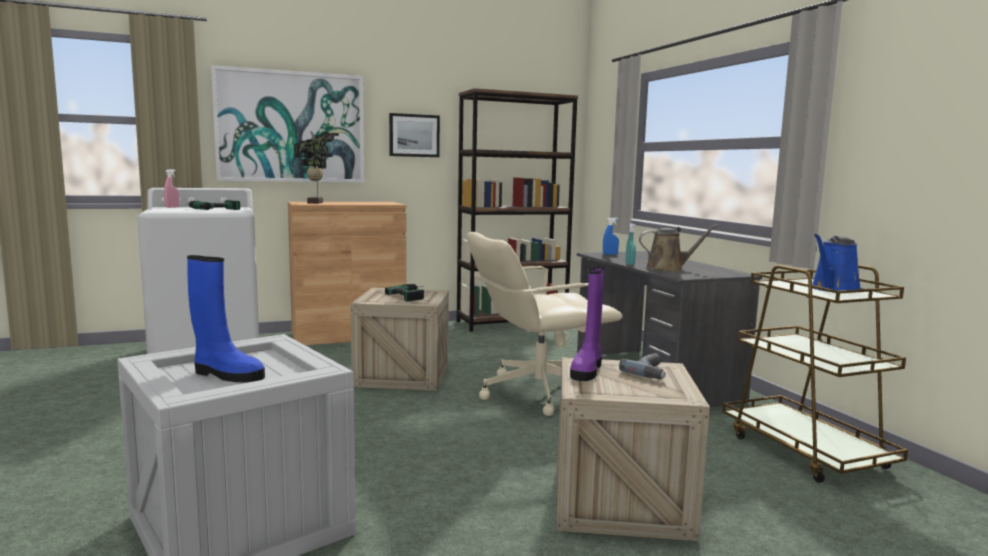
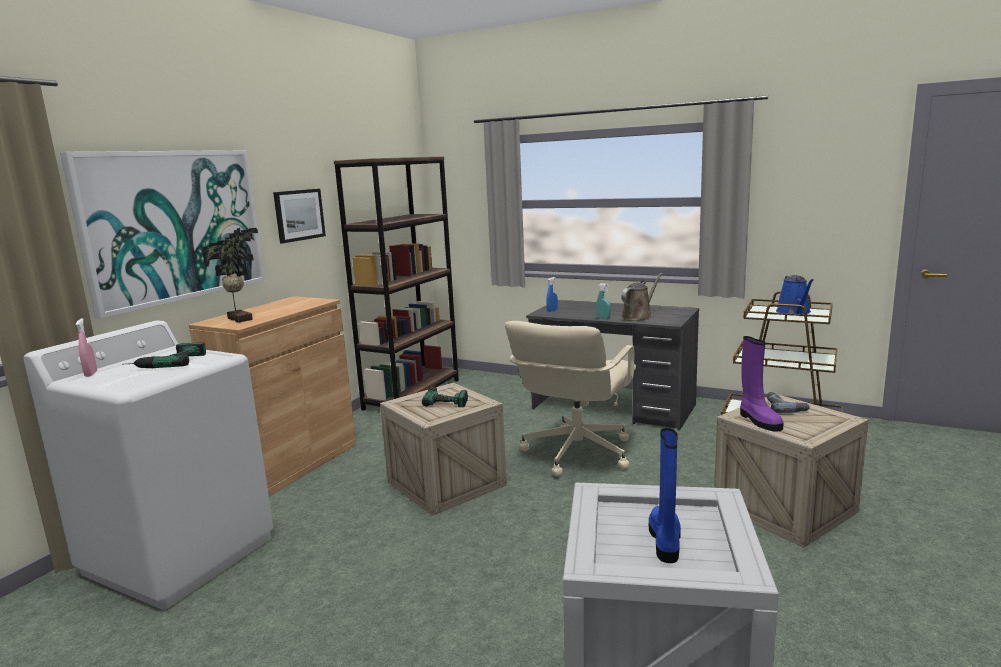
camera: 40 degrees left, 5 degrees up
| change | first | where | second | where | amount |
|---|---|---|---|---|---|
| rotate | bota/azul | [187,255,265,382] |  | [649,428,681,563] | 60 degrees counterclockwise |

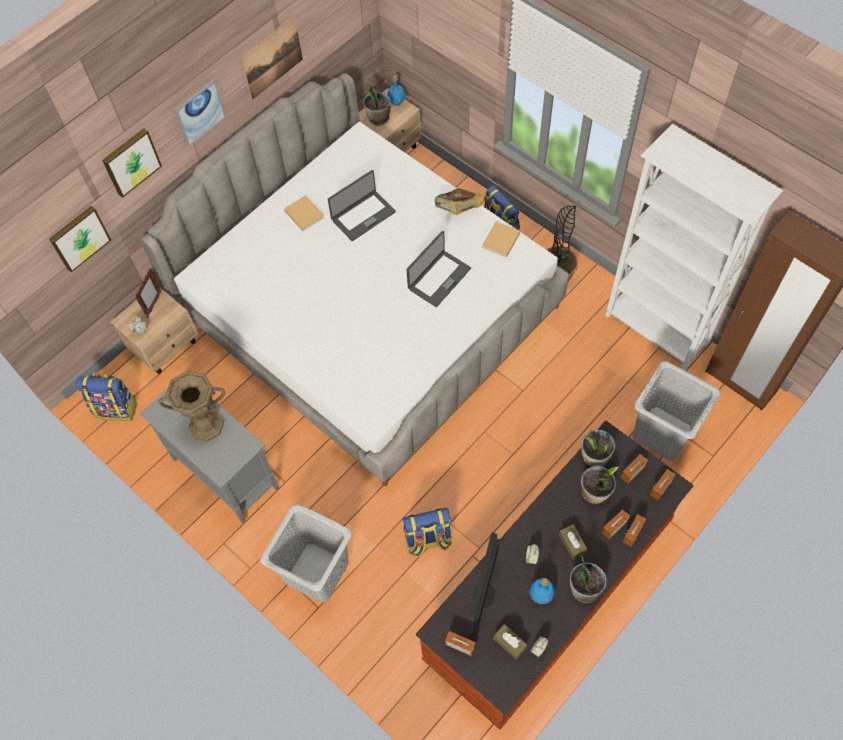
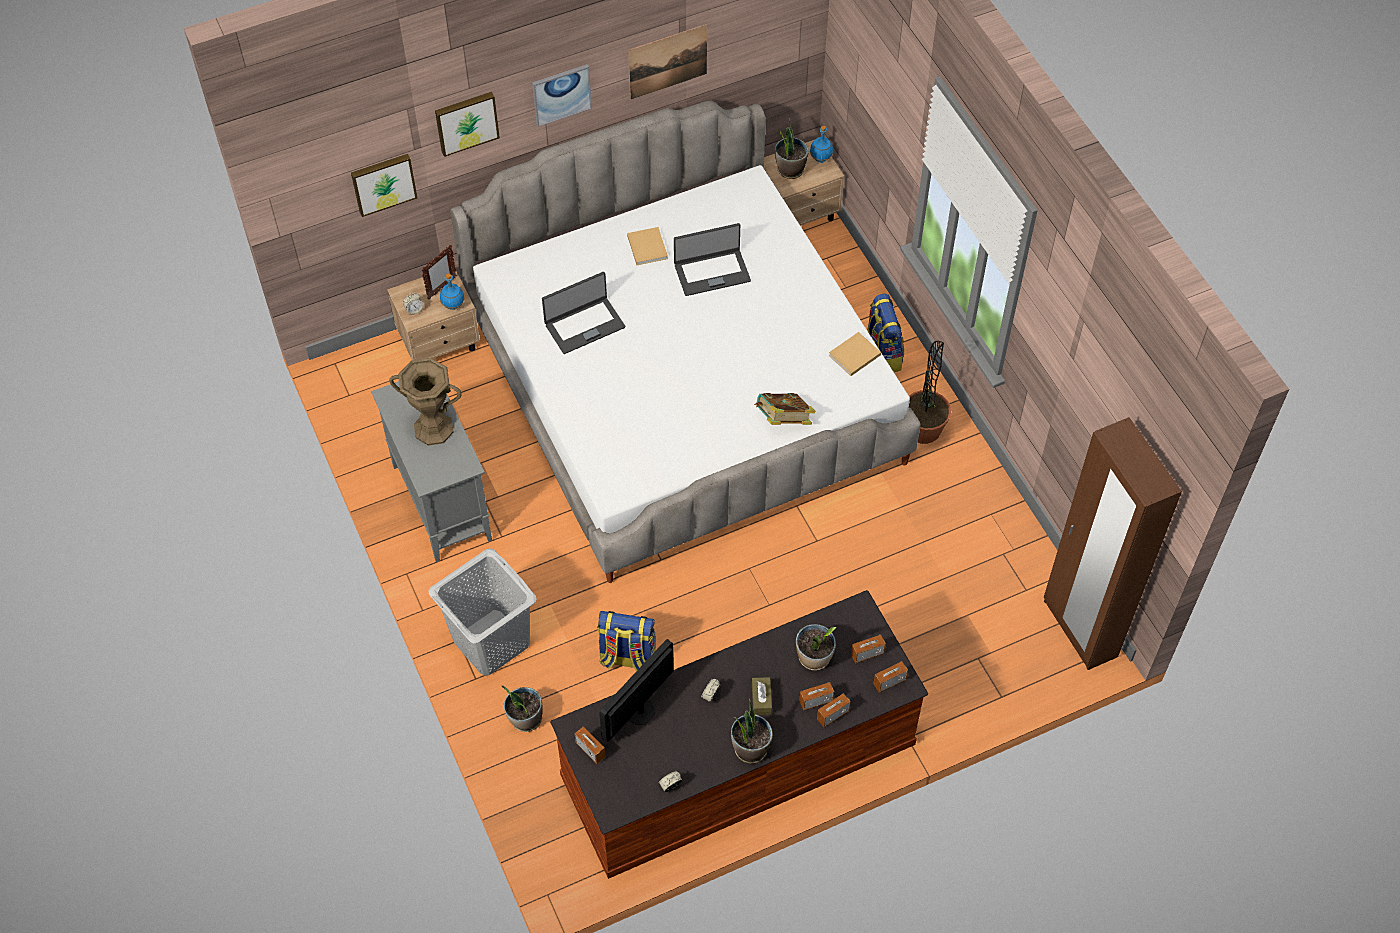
camera: 20 degrees right, 5 degrees down
| change | first | where | second | where | amount |
|---|---|---|---|---|---|
| delete | mochila | [76,373,137,421] |  |  |  |
| delete | caja de pañuelos/marrón | [493,624,527,660] |  |  |  |
| delete | estantería/blanco | [605,124,783,371] |  |  |  |
| delete | cesto de la ropa/gris | [633,361,720,460] |  |  |  |
| move | portátil | [406,231,471,307] |  | [542,272,625,354] |  |
| move | libro | [435,188,482,215] |  | [754,393,815,425] |  |
| move | botella/azul | [529,578,555,604] |  | [440,273,464,310] |  |
| move | planta en maceta | [581,430,615,467] |  | [502,685,543,732] |  |

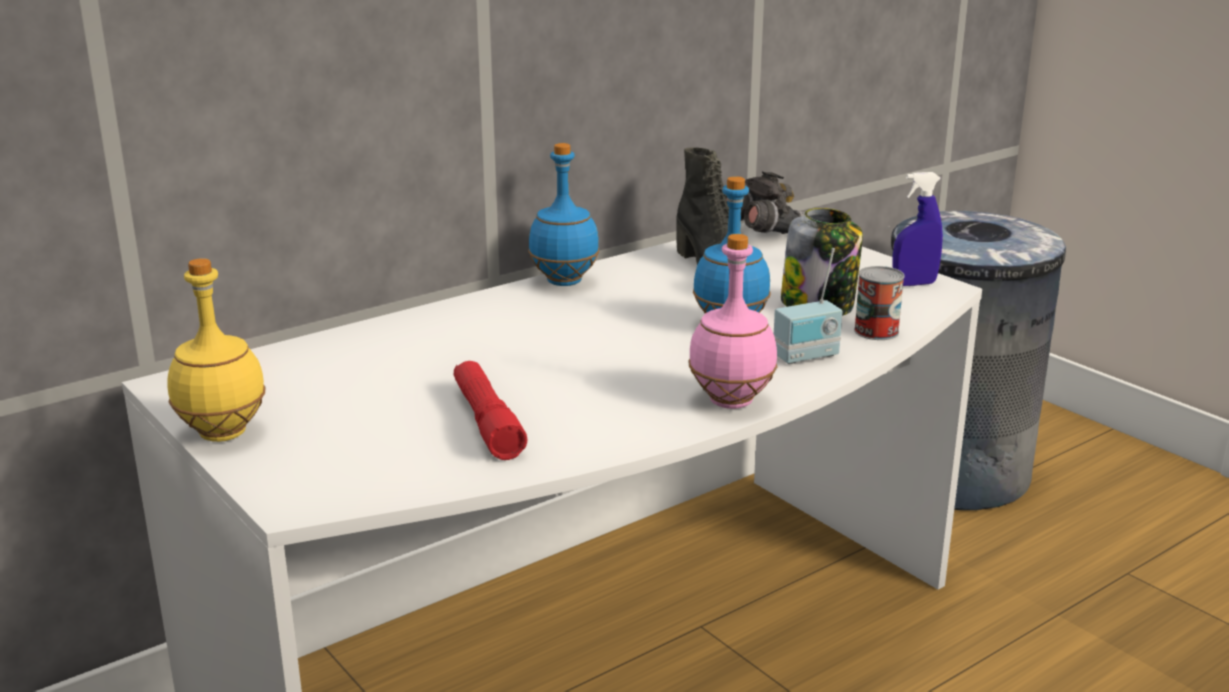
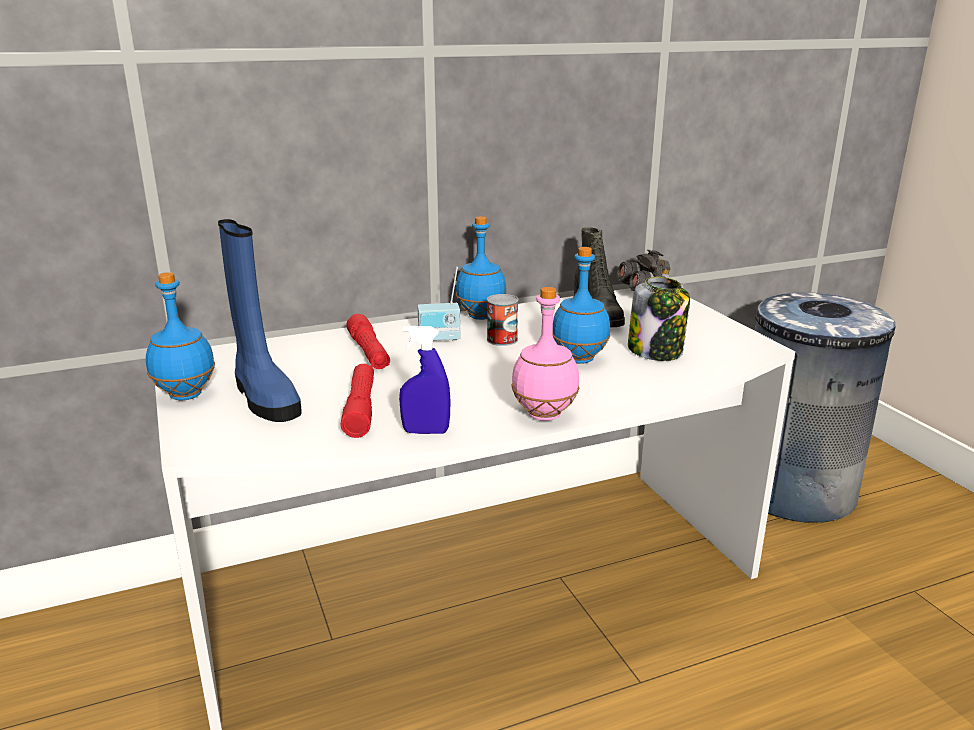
camera: 15 degrees right, 0 degrees up
| change | first | where | second | where | amount |
|---|---|---|---|---|---|
| insert |  |  | bota/azul | [218,219,302,422] |  |
| insert |  |  | linterna/rojo | [346,314,390,369] |  |
| move | radio | [774,248,843,364] |  | [418,267,460,341] |  |
| move | lata | [854,266,905,340] |  | [487,294,519,346] |  |
| move | pulverizador/azul | [892,172,943,286] |  | [399,326,450,434] |  |
| recolor | botella/amarillo | [167,258,266,442] | botella/azul | [146,272,215,400] |  |

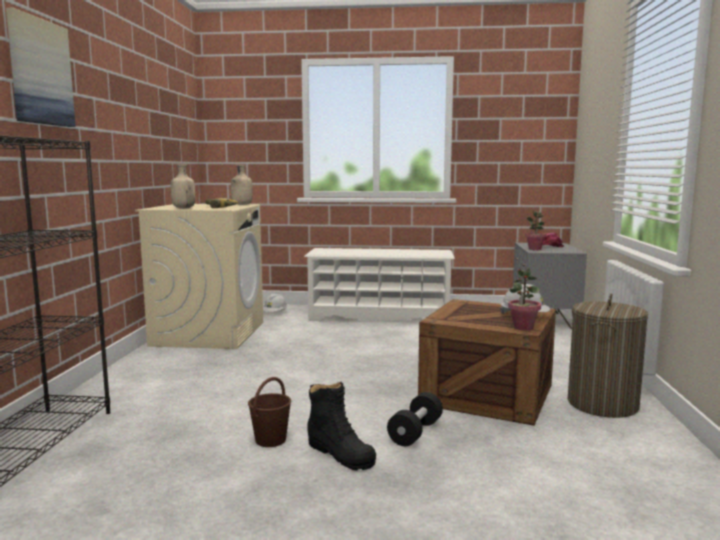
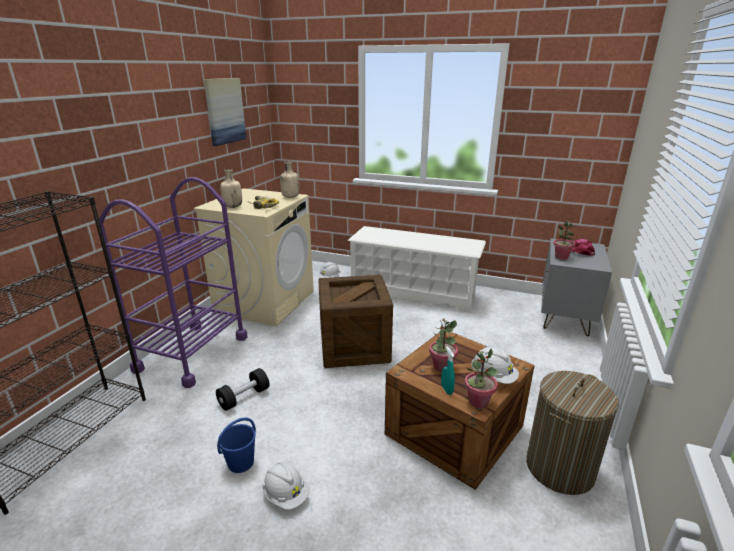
camera: 15 degrees right, 15 degrees up
| change | first | where | second | where | amount |
|---|---|---|---|---|---|
| insert |  |  | carrito/morado | [99,177,248,388] |  |
| insert |  |  | caja de embalaje | [318,275,393,368] |  |
| insert |  |  | planta en maceta | [429,318,458,372] |  |
| insert |  |  | pulverizador/turquesa | [441,347,455,395] |  |
| move | cuadro | [6,8,76,127] |  | [204,78,247,146] |  |
| move | mancuerna/negro | [387,392,443,446] |  | [216,368,270,411] |  |
| replace | bota/negro | [307,382,376,471] | casco/blanco | [262,463,309,510] |  |
| recolor | cubo/marrón | [248,377,291,447] | cubo/azul | [217,418,256,473] |  |

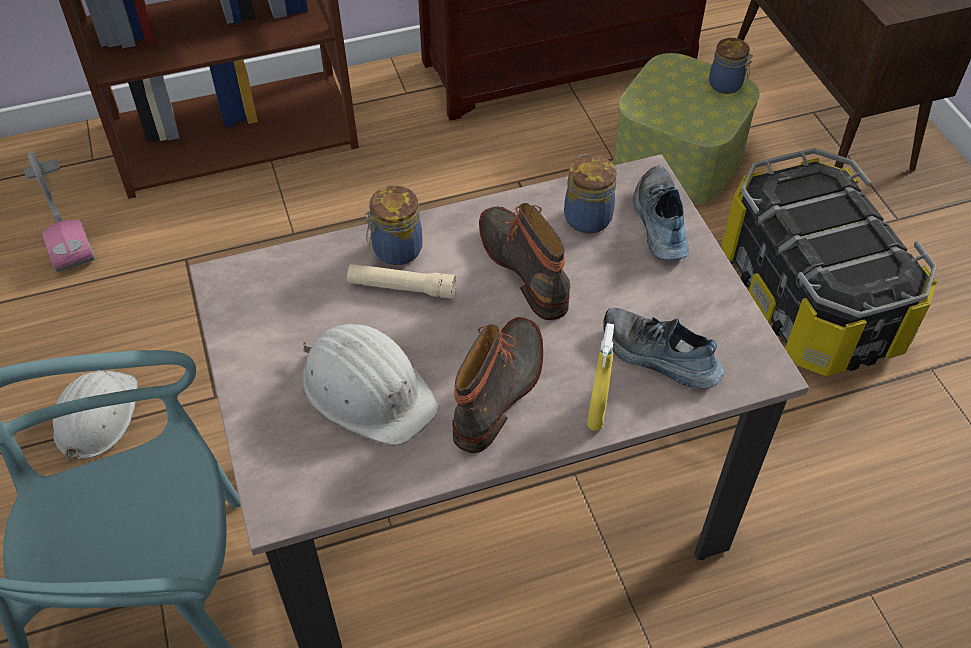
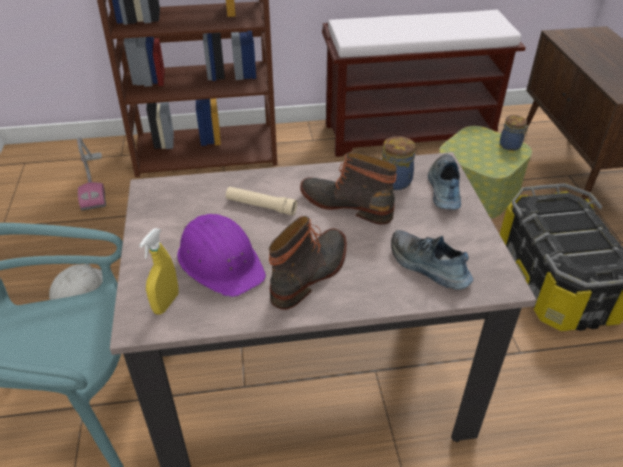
camera: 10 degrees right, 10 degrees down
| change | first | where | second | where | amount |
|---|---|---|---|---|---|
| delete | tarro | [365,186,422,265] |  |  |  |
| move | pulverizador/amarillo | [587,323,614,431] |  | [139,228,178,315] |  |
| recolor | casco/blanco | [302,324,439,446] | casco/morado | [177,214,266,297] |  |
| rotate | bota | [479,203,570,320] |  | [300,152,397,225] | 45 degrees counterclockwise |

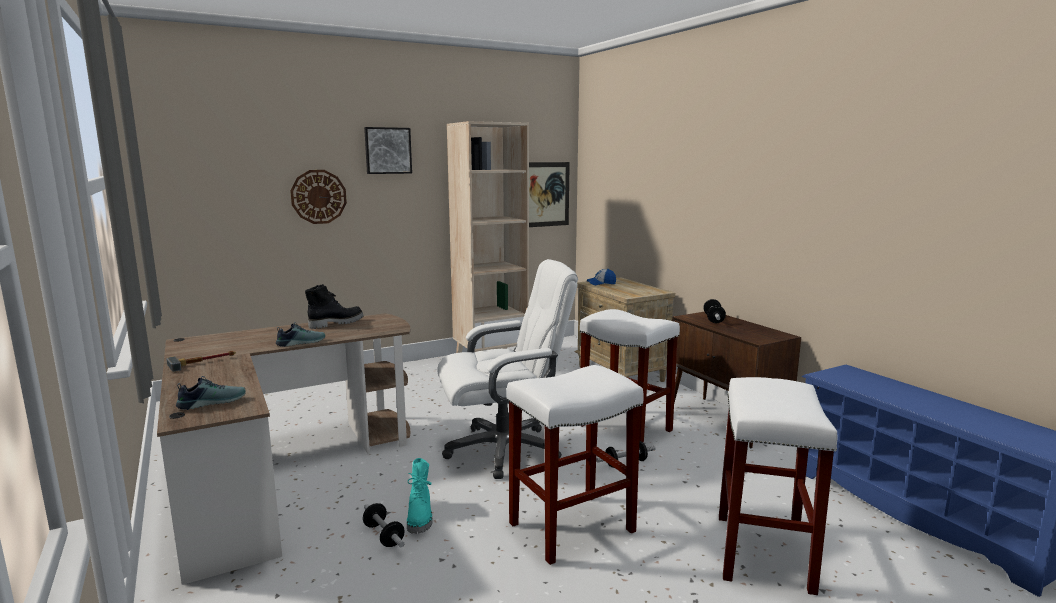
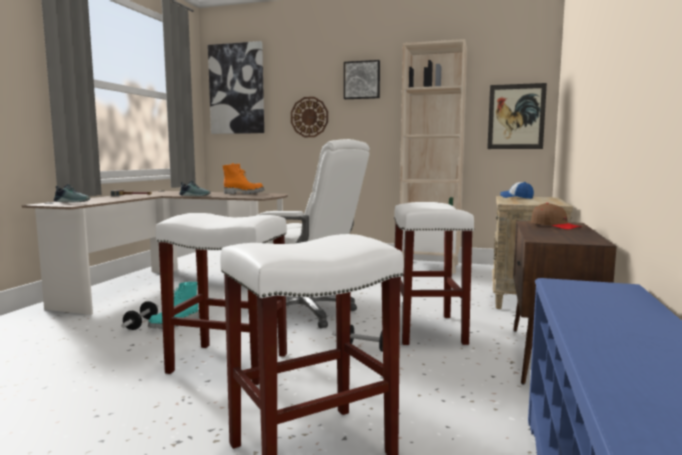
camera: 45 degrees right, 5 degrees down
| change | first | where | second | where | amount |
|---|---|---|---|---|---|
| insert |  |  | cuadro | [208,41,264,134] |  |
| replace | mancuerna | [703,299,726,323] | gorra/marrón | [531,203,582,230] |  |
| recolor | bota/negro | [305,284,364,329] | bota/naranja | [223,163,264,194] |  |

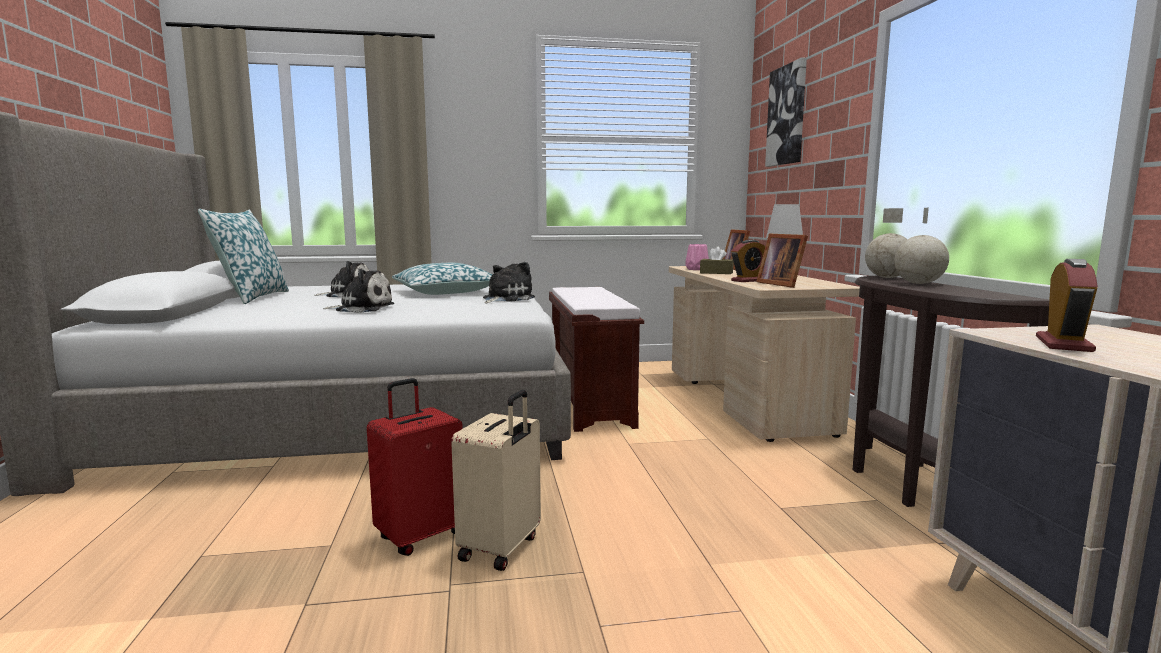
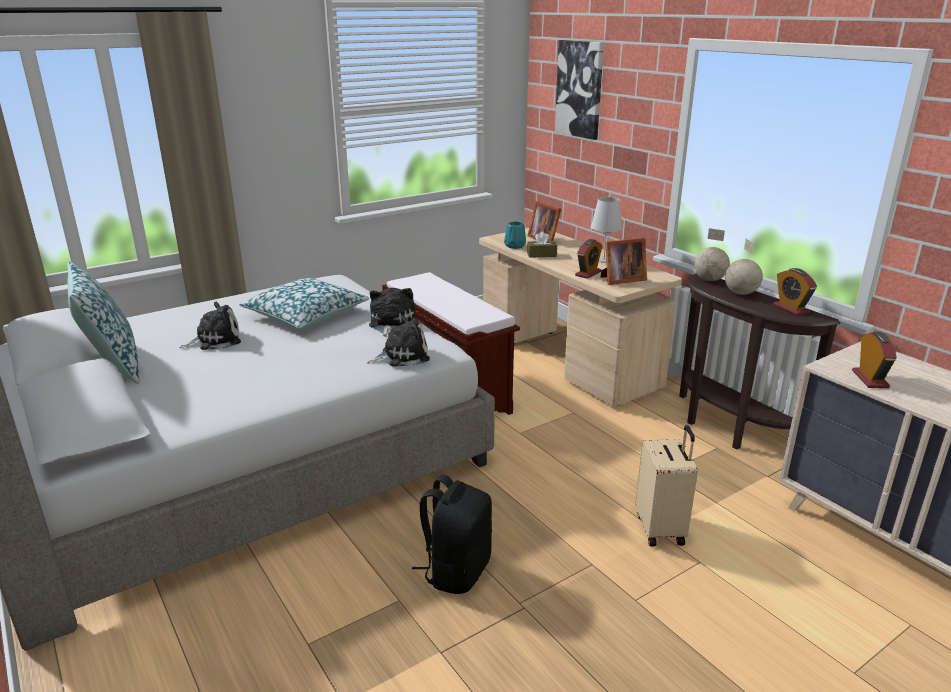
camera: 25 degrees left, 15 degrees up
| change | first | where | second | where | amount |
|---|---|---|---|---|---|
| insert |  |  | despertador | [773,268,817,316] |  |
| move | peluche | [323,269,394,313] |  | [367,315,430,367] |  |
| move | maleta/beis | [451,390,541,571] |  | [635,425,698,547] |  |
| replace | maleta/rojo | [367,378,463,556] | mochila/negro | [412,474,492,594] |  |
| recolor | florero/rosa | [685,244,709,270] | florero/turquesa | [504,222,526,249] |  |
| rotate | portarretratos | [756,234,808,288] |  | [601,238,647,285] | 60 degrees counterclockwise |

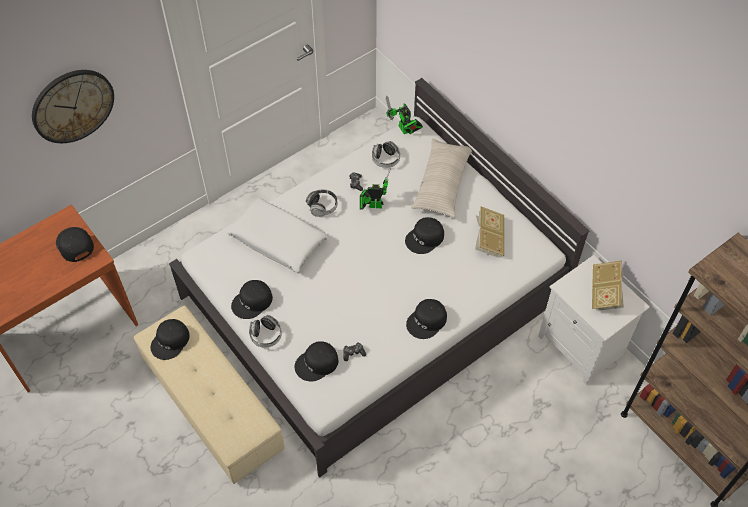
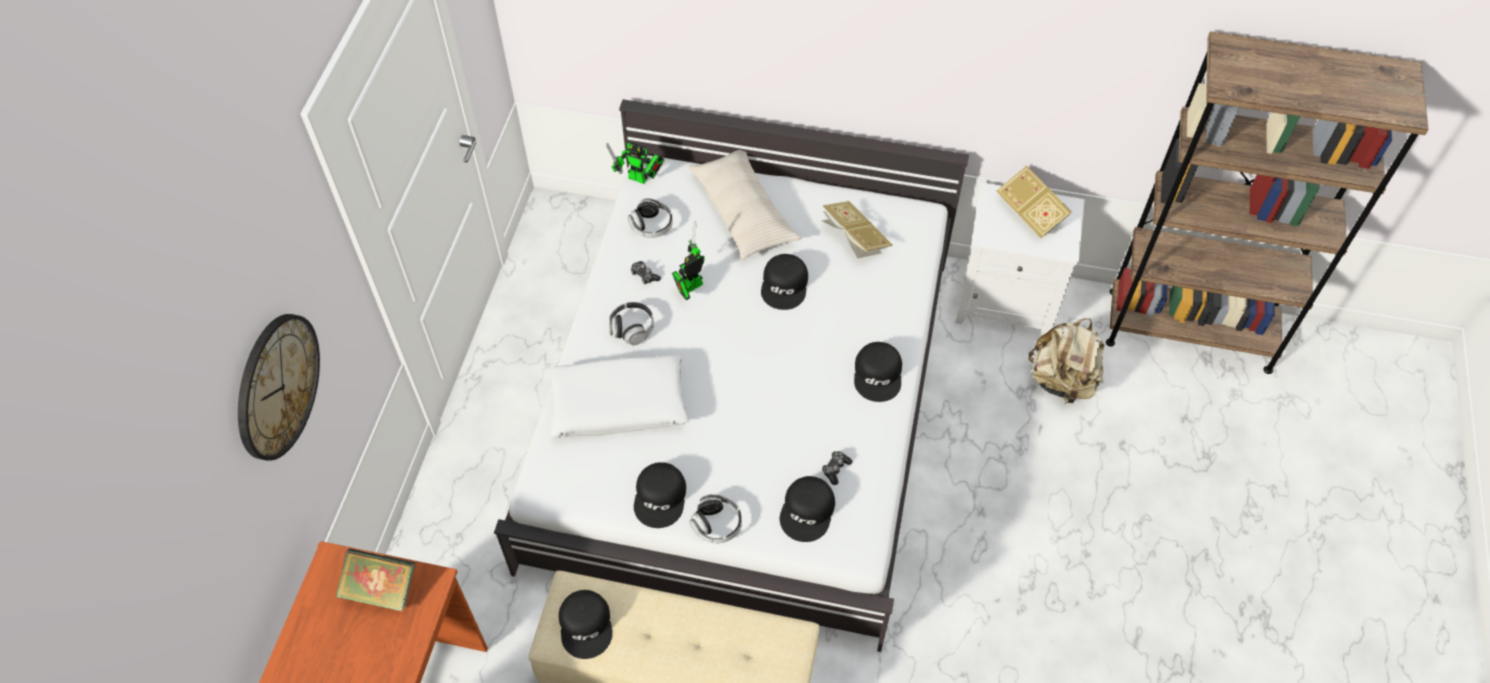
camera: 40 degrees left, 0 degrees up
| change | first | where | second | where | amount |
|---|---|---|---|---|---|
| insert |  |  | mochila/beis | [1028,318,1105,404] |  |
| replace | gorra/negro | [56,227,94,262] | libro | [336,548,415,611] |  |

